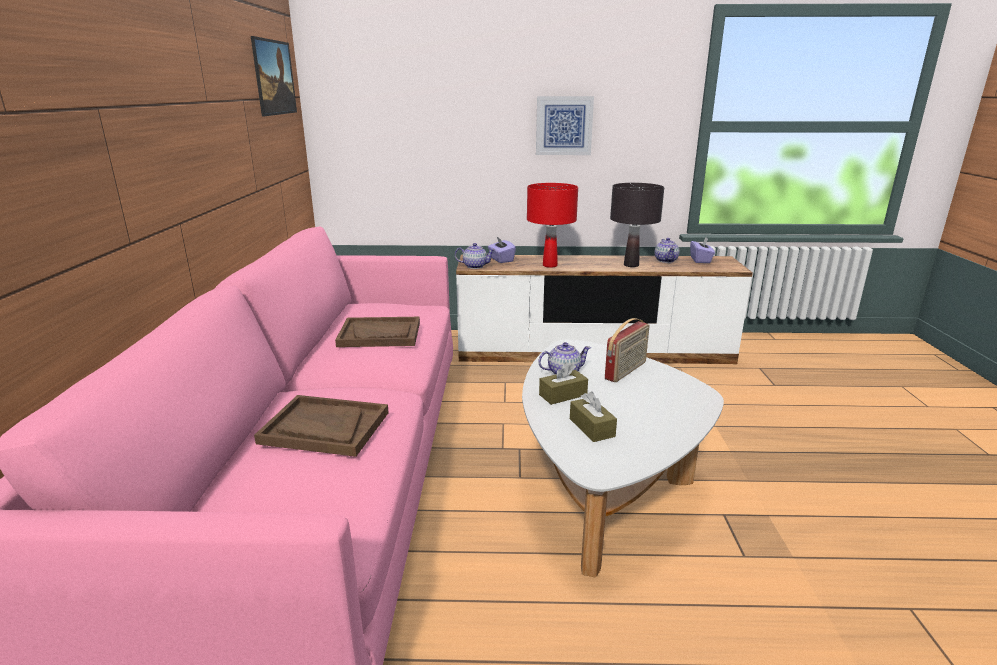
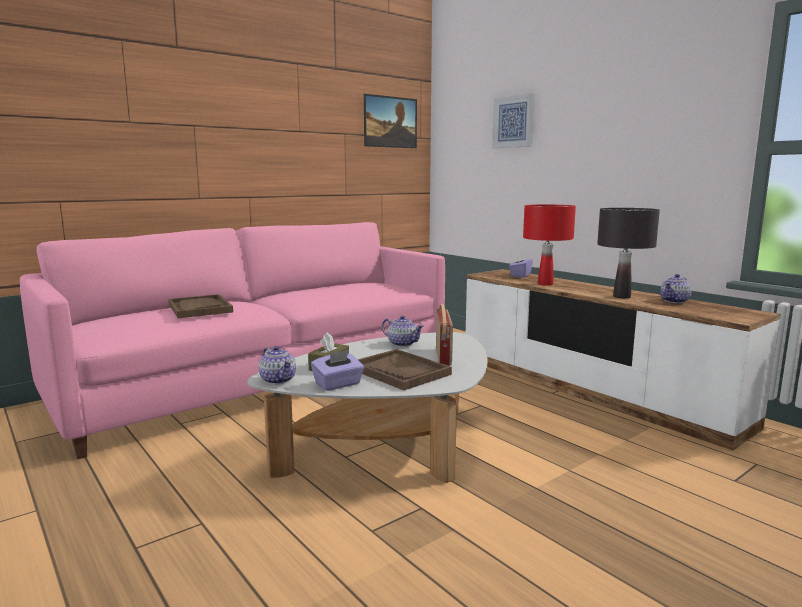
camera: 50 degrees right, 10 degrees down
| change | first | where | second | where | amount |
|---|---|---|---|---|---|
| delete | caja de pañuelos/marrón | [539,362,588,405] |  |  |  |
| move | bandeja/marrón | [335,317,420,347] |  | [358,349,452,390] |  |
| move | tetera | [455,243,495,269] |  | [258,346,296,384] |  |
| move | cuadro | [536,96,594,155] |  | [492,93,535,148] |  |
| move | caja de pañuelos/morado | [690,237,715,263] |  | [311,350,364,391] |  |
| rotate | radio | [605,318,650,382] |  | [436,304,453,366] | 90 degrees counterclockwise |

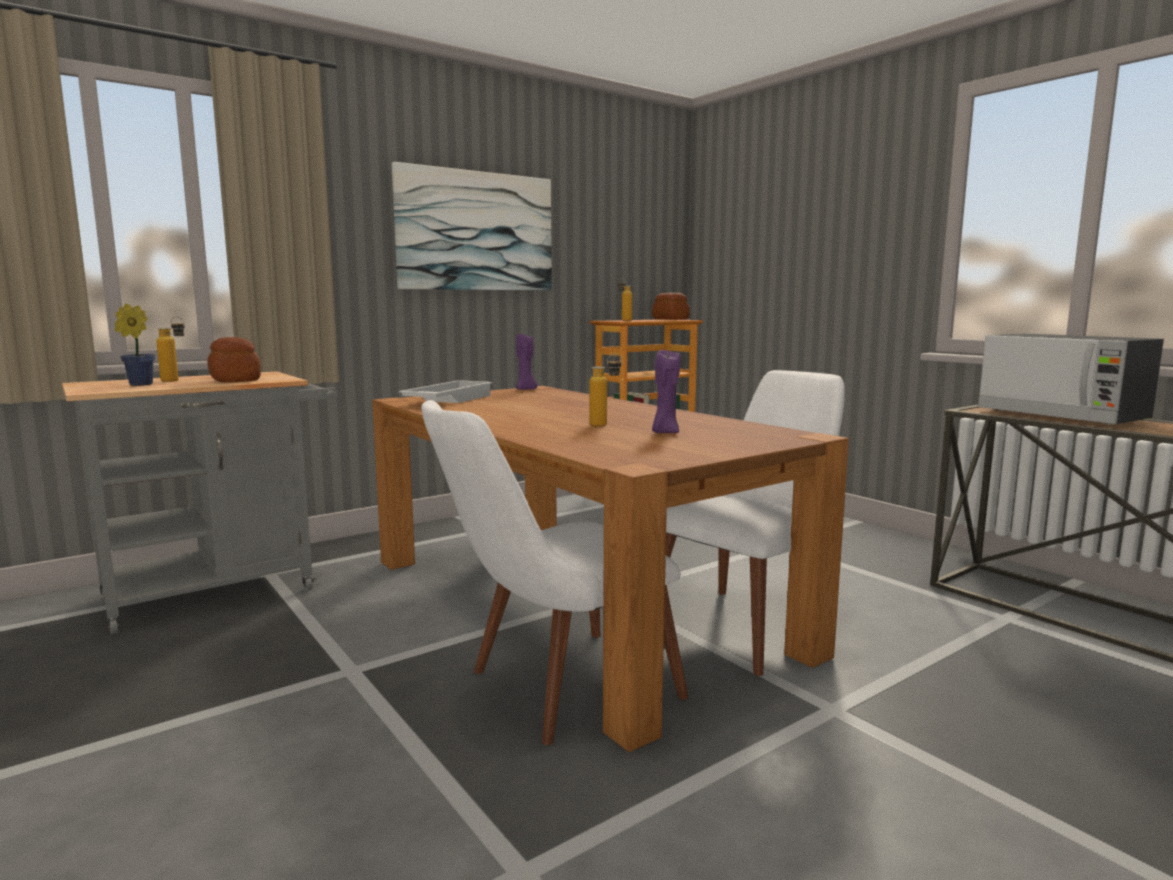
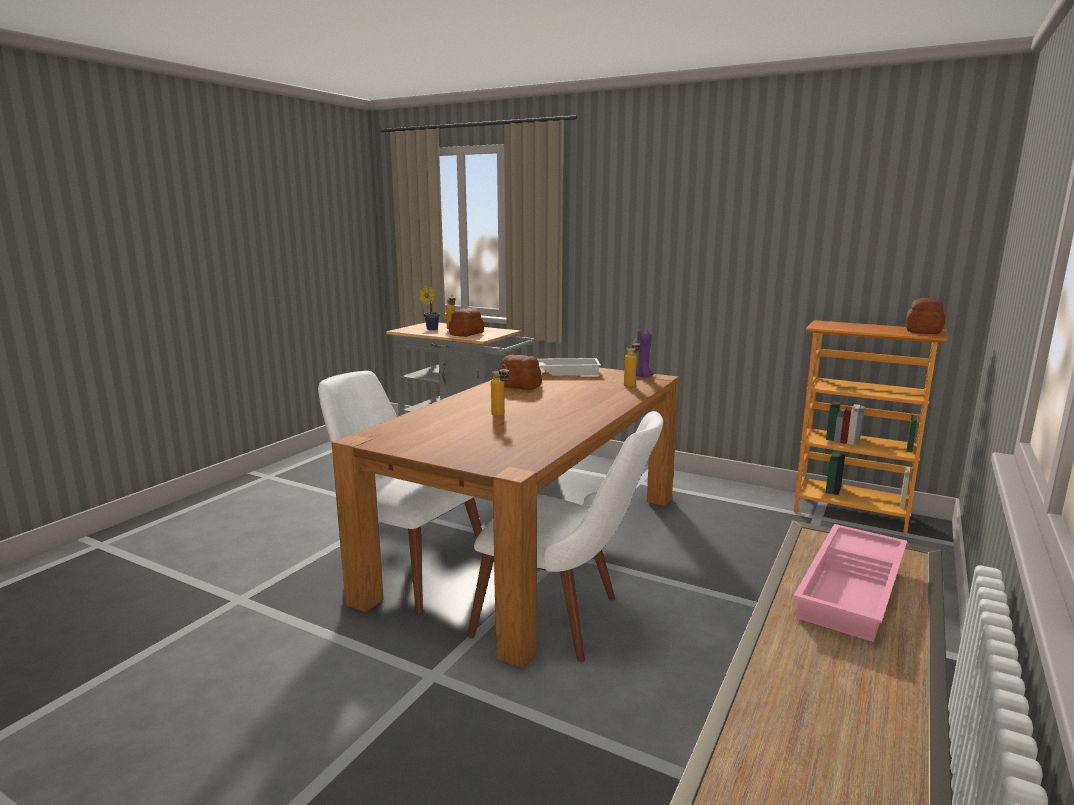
camera: 65 degrees right, 5 degrees up
| change | first | where | second | where | amount |
|---|---|---|---|---|---|
| delete | cuadro | [392,162,552,290] |  |  |  |
| delete | vela/morado | [652,350,680,433] |  |  |  |
| insert |  |  | pan | [499,355,542,390] |  |
| move | botella | [618,278,632,321] |  | [624,339,640,387] |  |
| replace | microondas | [978,334,1164,425] | bandeja/rosa | [793,524,907,642] |  |

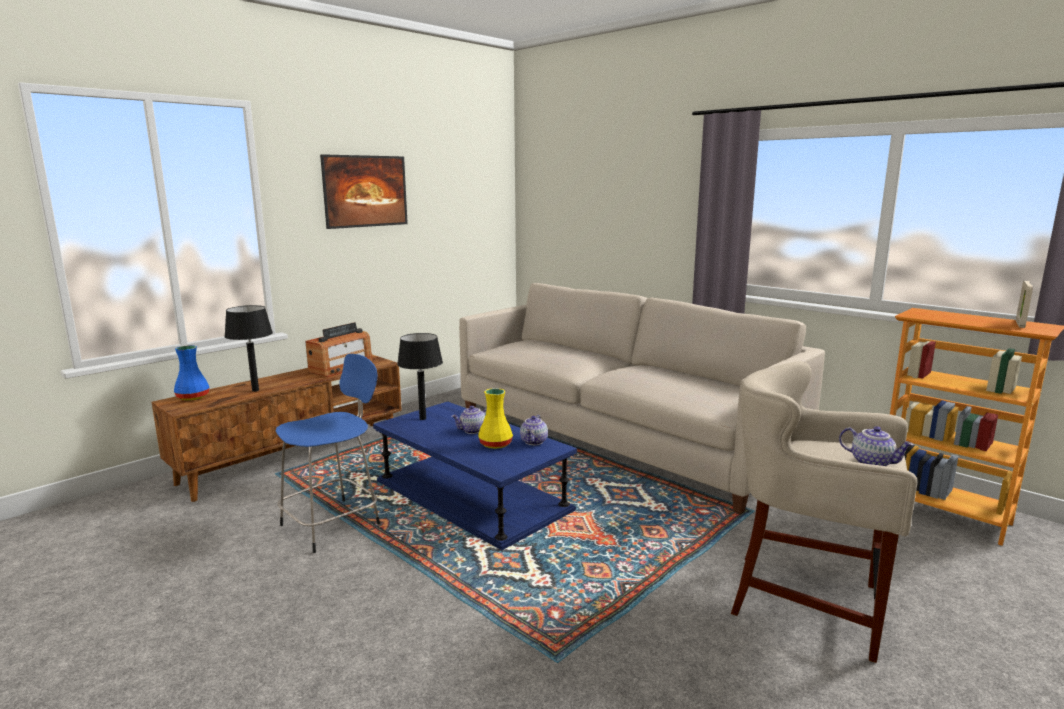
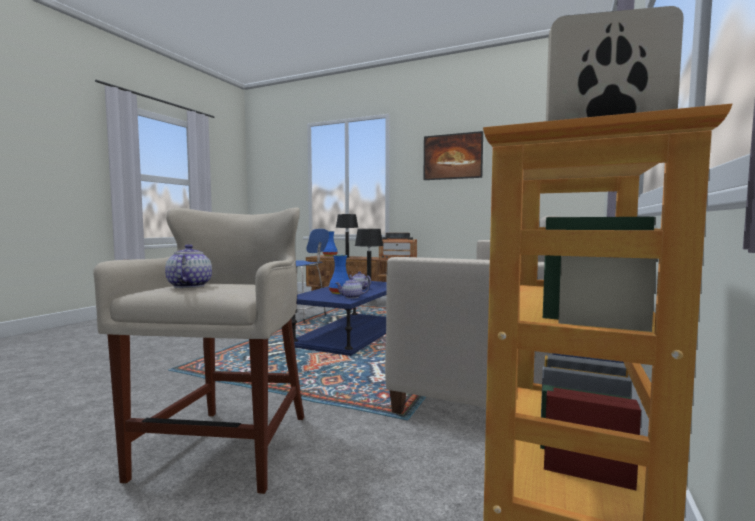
camera: 70 degrees right, 10 degrees down
| change | first | where | second | where | amount |
|---|---|---|---|---|---|
| recolor | florero/amarillo | [478,388,513,449] | florero/azul | [329,255,350,294] |  |
| rotate | tetera | [839,426,914,466] |  | [165,244,212,288] | 150 degrees clockwise |

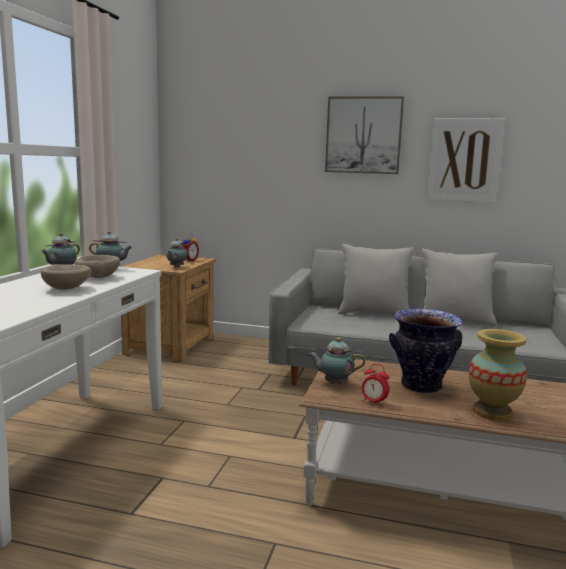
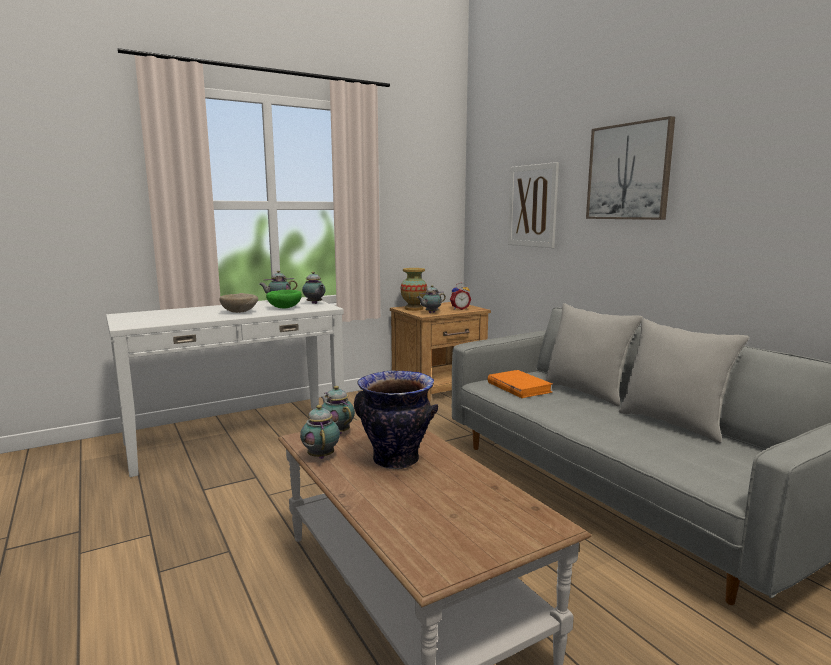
camera: 45 degrees right, 0 degrees up
| change | first | where | second | where | amount |
|---|---|---|---|---|---|
| insert |  |  | libro/naranja | [488,370,552,398] |  |
| move | cuadro | [427,118,505,202] |  | [508,162,559,248] |  |
| move | florero | [469,329,527,421] |  | [401,268,427,311] |  |
| replace | despertador | [362,364,389,407] | tetera | [300,405,340,459] |  |
| recolor | cuenco/beis | [75,255,120,278] | cuenco/verde | [266,290,302,309] |  |

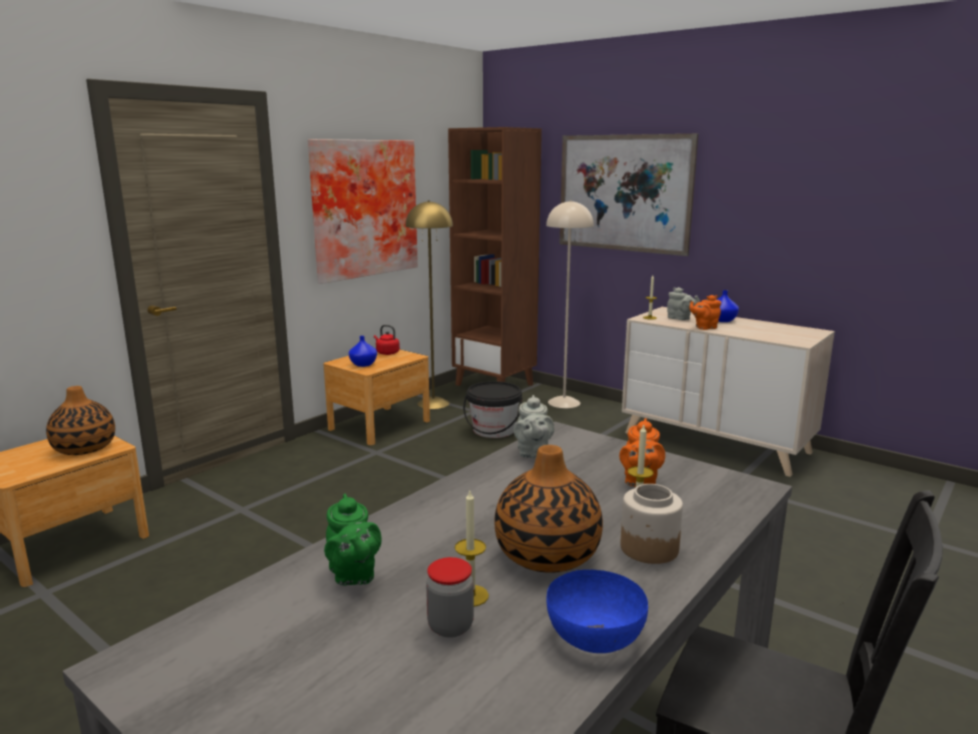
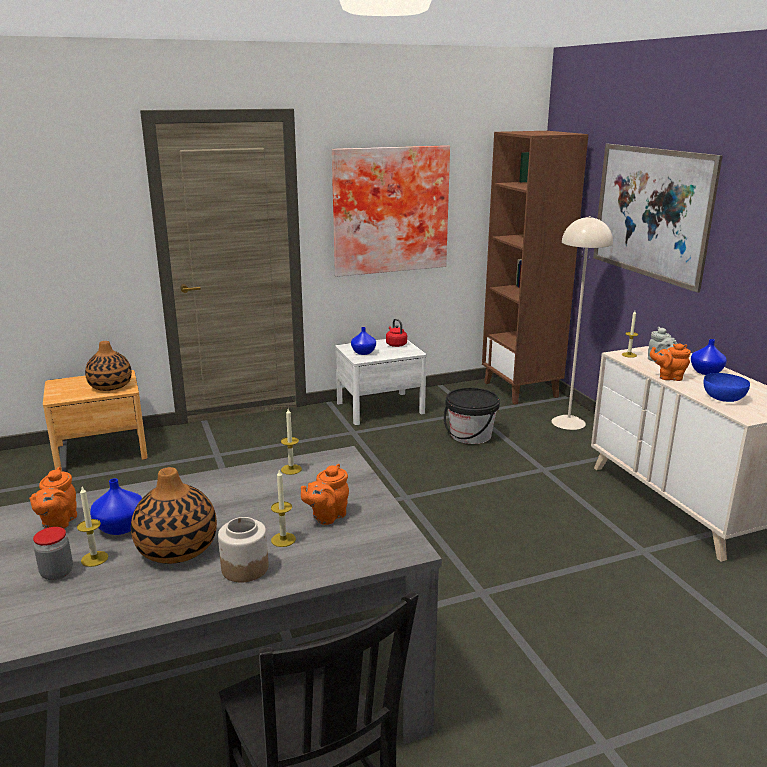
camera: 30 degrees right, 5 degrees up
| change | first | where | second | where | amount |
|---|---|---|---|---|---|
| delete | lámpara de pie/amarillo | [405,200,453,409] |  |  |  |
| insert |  |  | florero/azul | [90,478,142,535] |  |
| move | cuenco/azul | [547,570,648,653] |  | [704,373,750,402] |  |
| replace | tetera/gris | [514,395,554,459] | vela | [281,409,302,475] |  |
| recolor | mesita de noche/marrón | [323,348,430,445] | mesita de noche/blanco | [336,339,426,425] |  |
| recolor | tetera/verde | [324,493,382,586] | tetera/naranja | [29,467,77,528] |  |

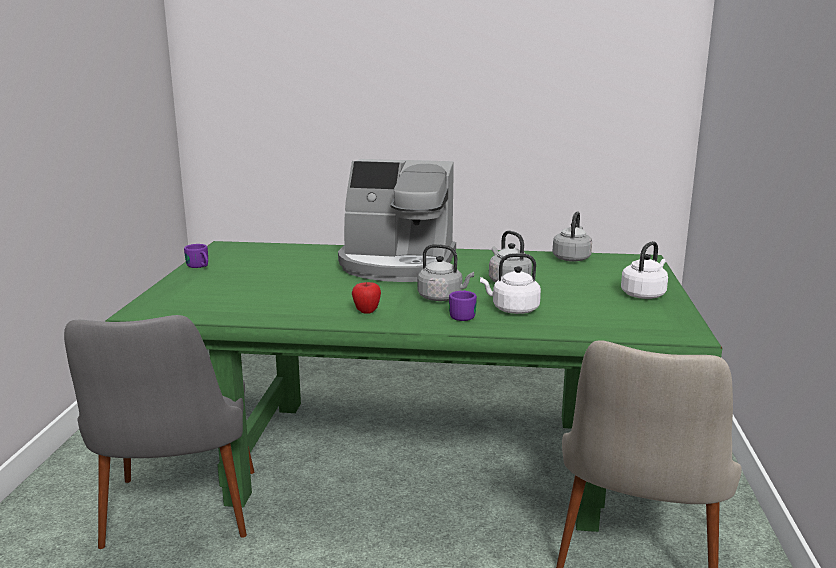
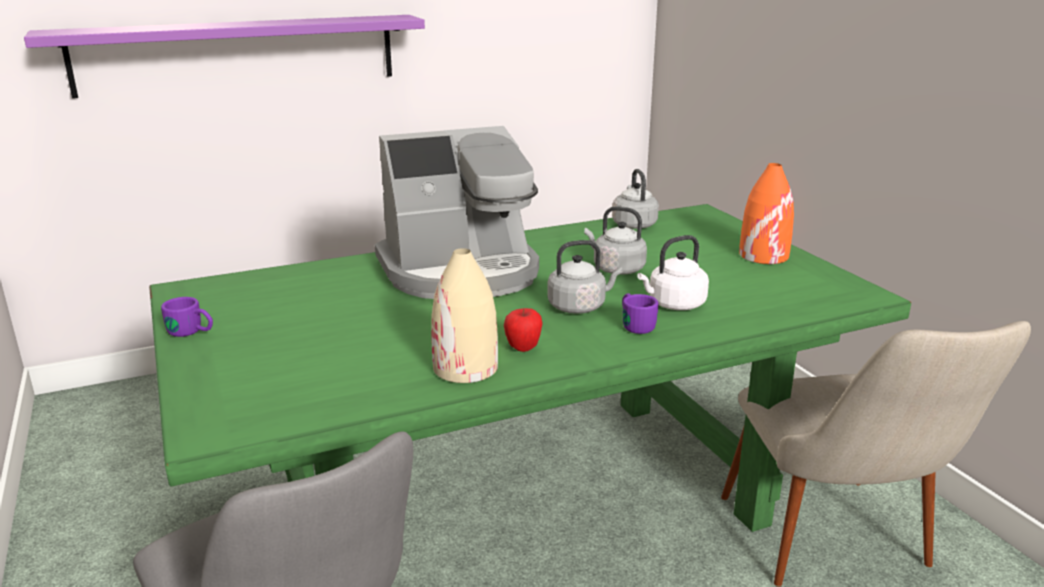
camera: 30 degrees left, 5 degrees up
| change | first | where | second | where | amount |
|---|---|---|---|---|---|
| insert |  |  | estante/morado | [24,15,425,98] |  |
| insert |  |  | florero/beis | [431,248,498,383] |  |
| replace | hervidor/blanco | [621,241,668,299] | florero/naranja | [739,163,794,264] |  |

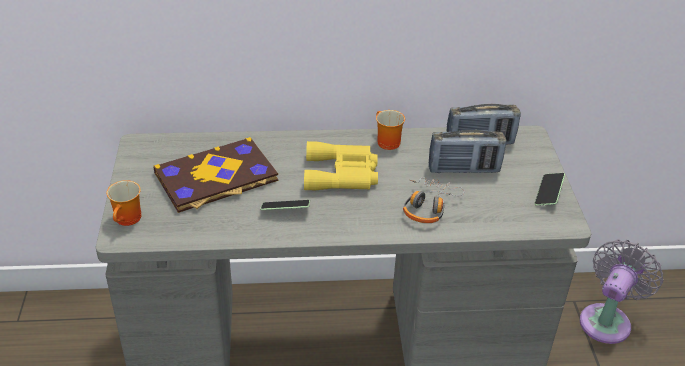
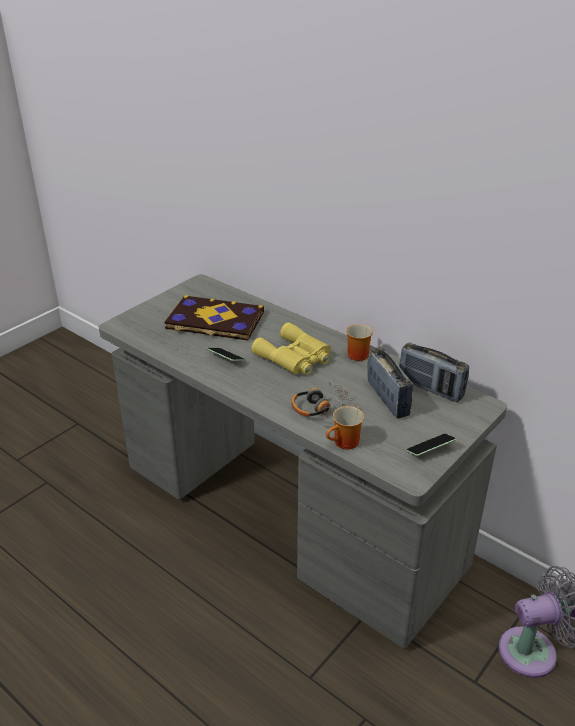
camera: 45 degrees right, 5 degrees down
| change | first | where | second | where | amount |
|---|---|---|---|---|---|
| move | taza grande | [106,180,141,226] |  | [326,406,364,449] |  |
| rotate | radio | [429,130,506,173] |  | [367,347,413,419] | 150 degrees counterclockwise |

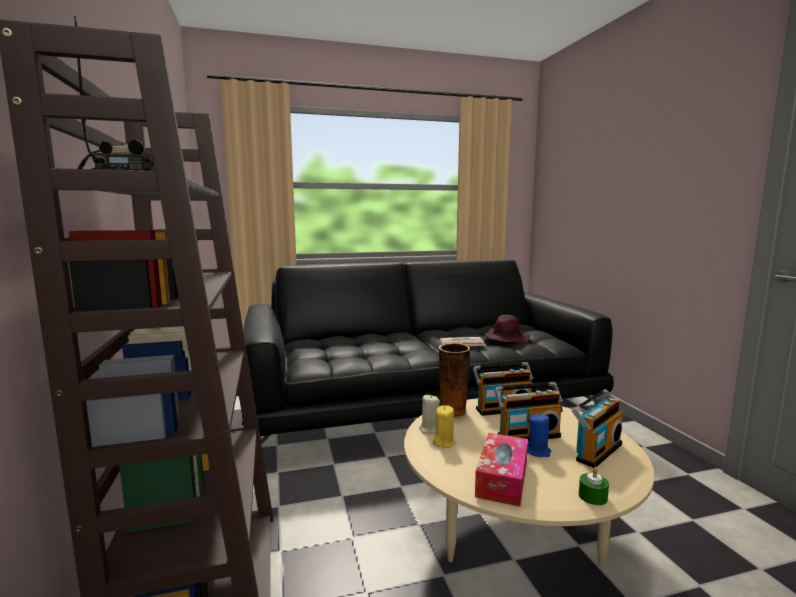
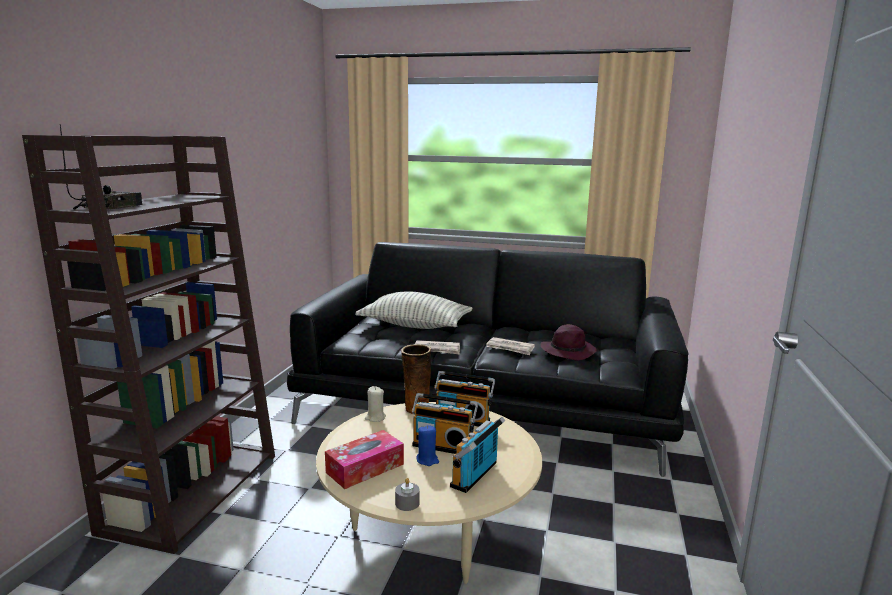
camera: 30 degrees right, 5 degrees up
| change | first | where | second | where | amount |
|---|---|---|---|---|---|
| delete | vela/amarillo | [433,405,456,448] |  |  |  |
| insert |  |  | cojín | [355,292,473,329] |  |
| insert |  |  | periódico | [415,340,460,354] |  |
| recolor | vela/verde | [579,467,609,505] | vela/gris | [395,478,419,511] |  |
| rotate | radio | [572,389,623,468] |  | [450,417,505,493] | 135 degrees clockwise |

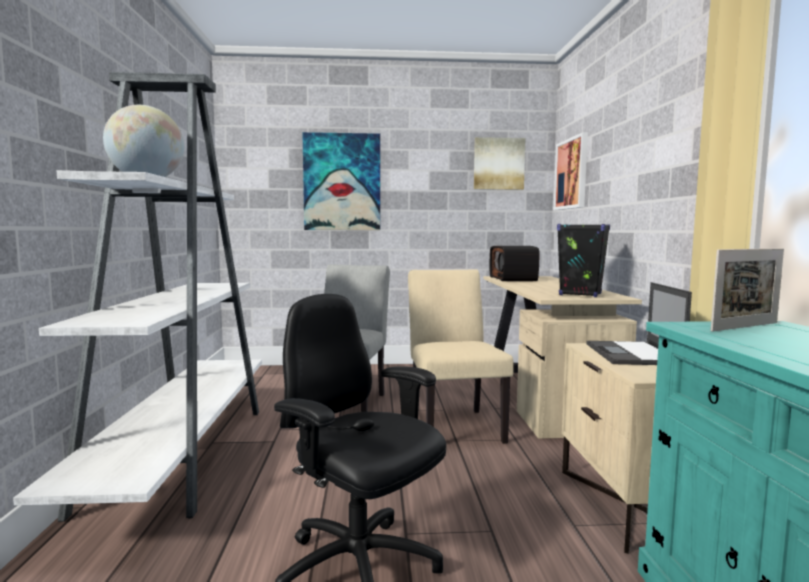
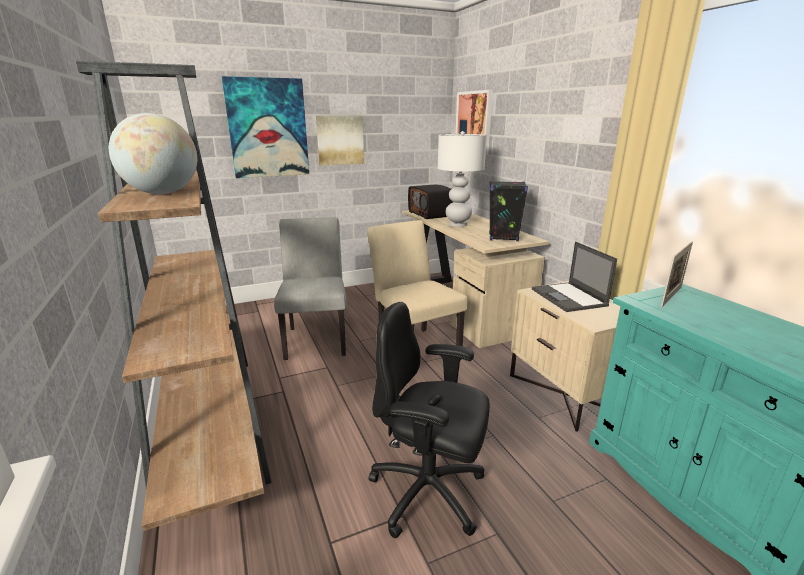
camera: 20 degrees left, 15 degrees up
| change | first | where | second | where | amount |
|---|---|---|---|---|---|
| insert |  |  | lámpara de mesa/blanco | [438,131,487,227] |  |
| move | cuadro | [474,137,525,190] |  | [316,116,364,166] |  |
| recolor | estantería/blanco | [13,72,262,522] | estantería/marrón | [76,61,272,531] |  |

